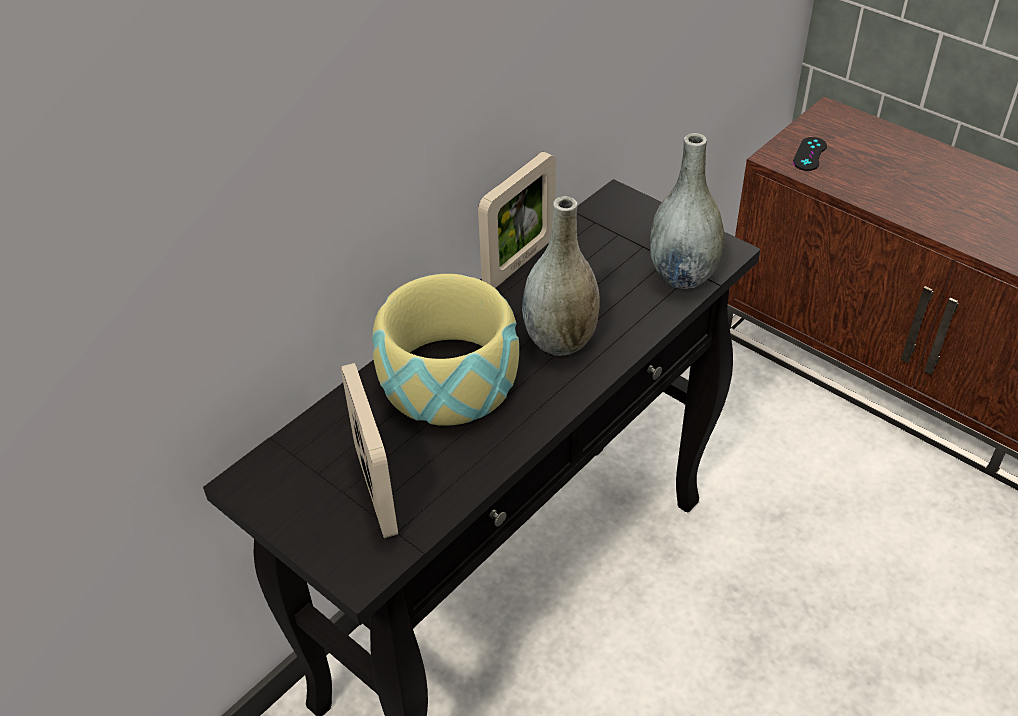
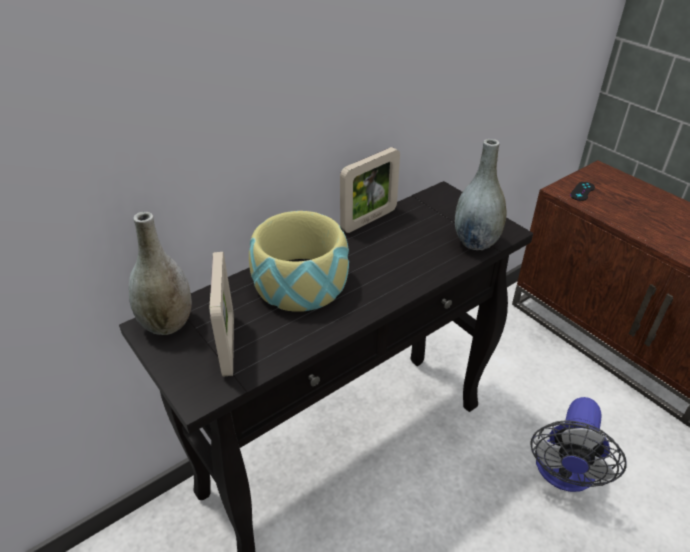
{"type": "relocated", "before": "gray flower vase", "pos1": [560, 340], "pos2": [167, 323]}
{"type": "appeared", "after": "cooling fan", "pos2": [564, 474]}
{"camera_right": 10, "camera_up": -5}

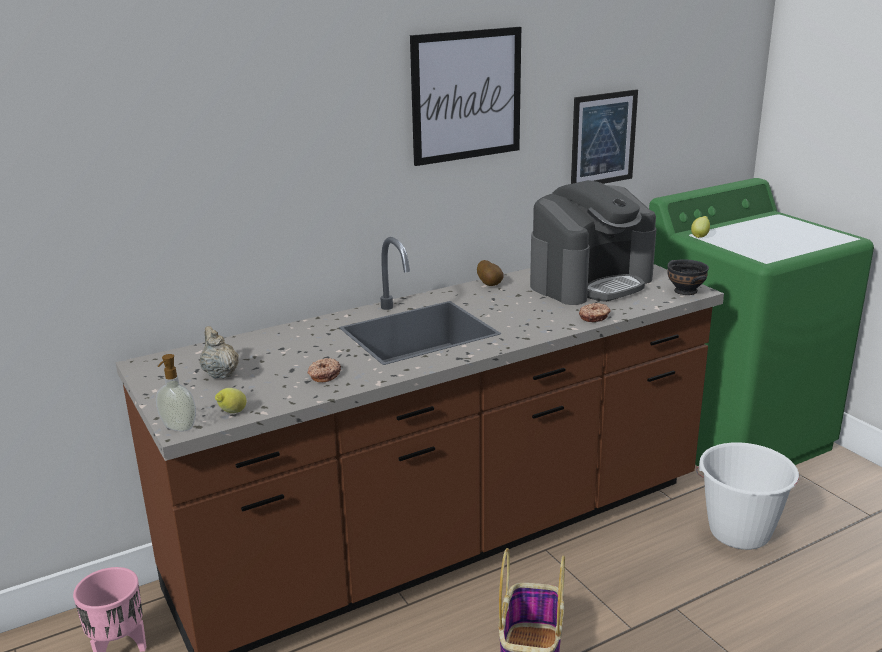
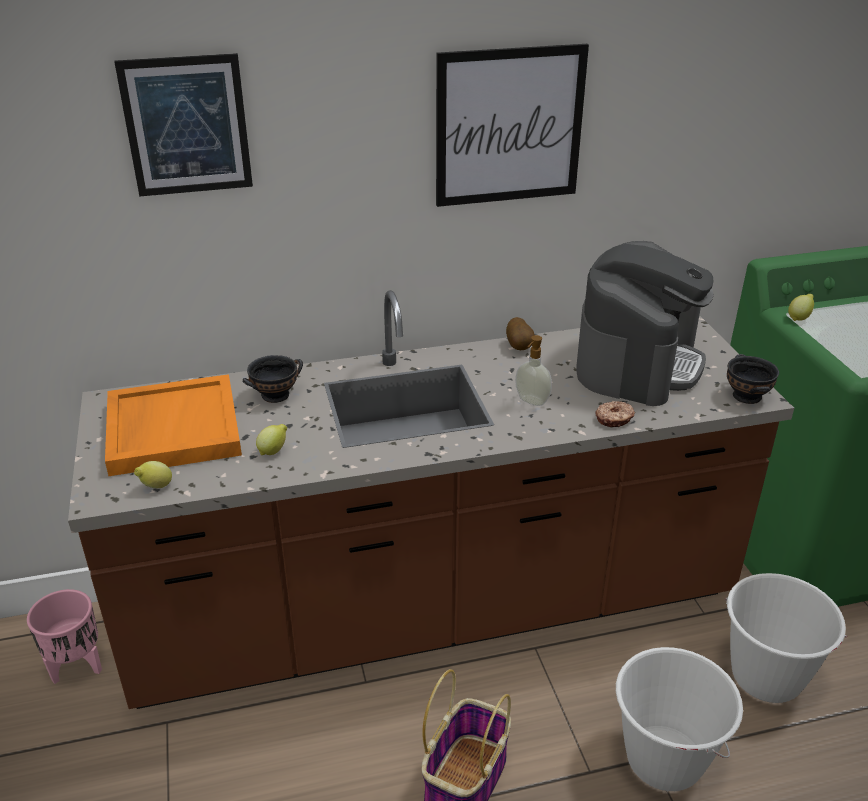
{"type": "relocated", "before": "wall art", "pos1": [603, 139], "pos2": [187, 126]}
{"type": "spun", "before": "coffee maker", "pos1": [590, 282], "pos2": [638, 362], "turn": -45}
{"type": "exchanged", "before": "beige-coloured pot for tea", "after": "orangey tray", "pos1": [220, 374], "pos2": [172, 428]}
{"type": "relocated", "before": "liquid soap bottle", "pos1": [178, 428], "pos2": [531, 401]}
{"type": "exchanged", "before": "ring doughnut", "after": "whole lemon", "pos1": [324, 375], "pos2": [273, 451]}
{"type": "appeared", "after": "black-coloured bowl", "pos2": [276, 395]}
{"type": "appeared", "after": "white pail", "pos2": [663, 759]}
{"camera_right": 15, "camera_up": 10}

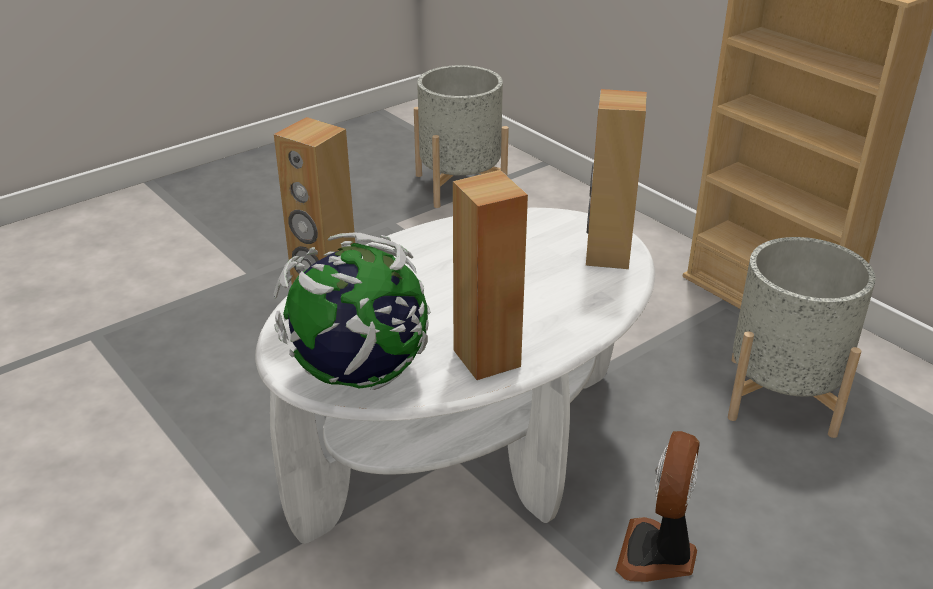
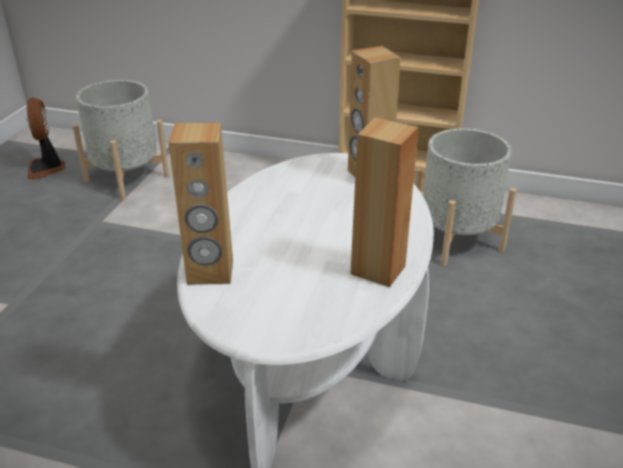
{"type": "missing", "before": "world globe", "pos1": [359, 374]}
{"type": "relocated", "before": "cooling fan", "pos1": [658, 554], "pos2": [46, 168]}
{"camera_right": -35, "camera_up": 0}

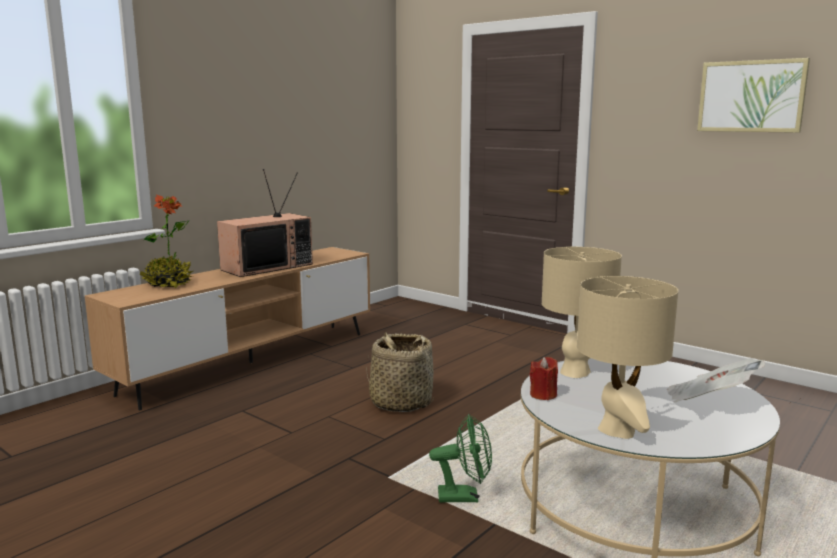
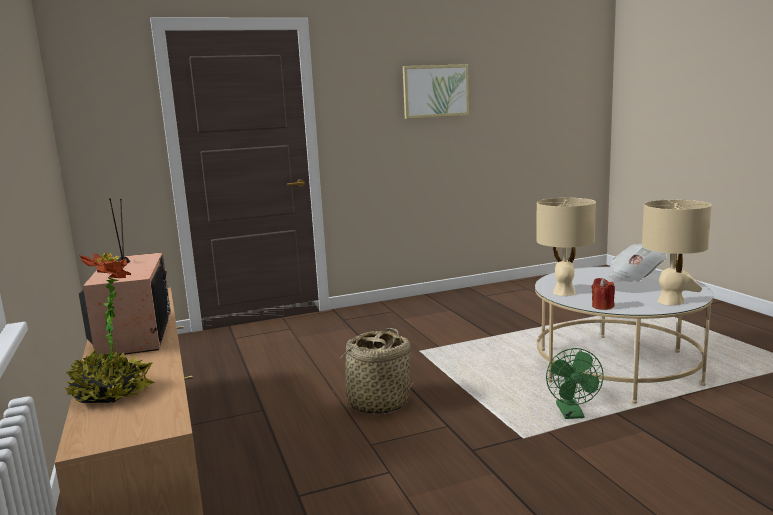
{"type": "spun", "before": "green-coloured cooling fan", "pos1": [465, 496], "pos2": [572, 414], "turn": 150}
{"camera_right": -60, "camera_up": 0}

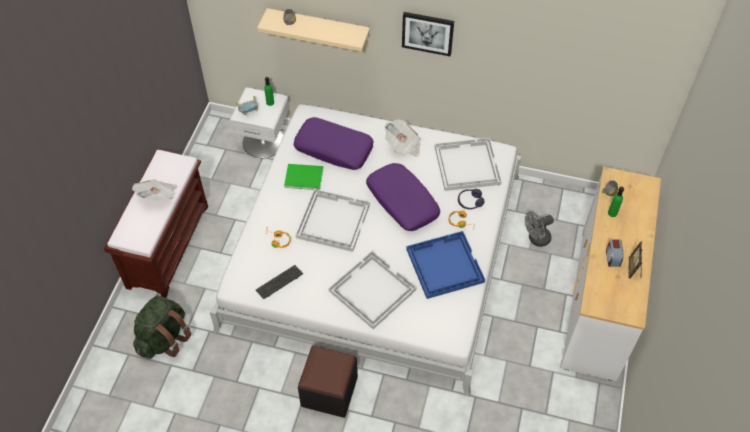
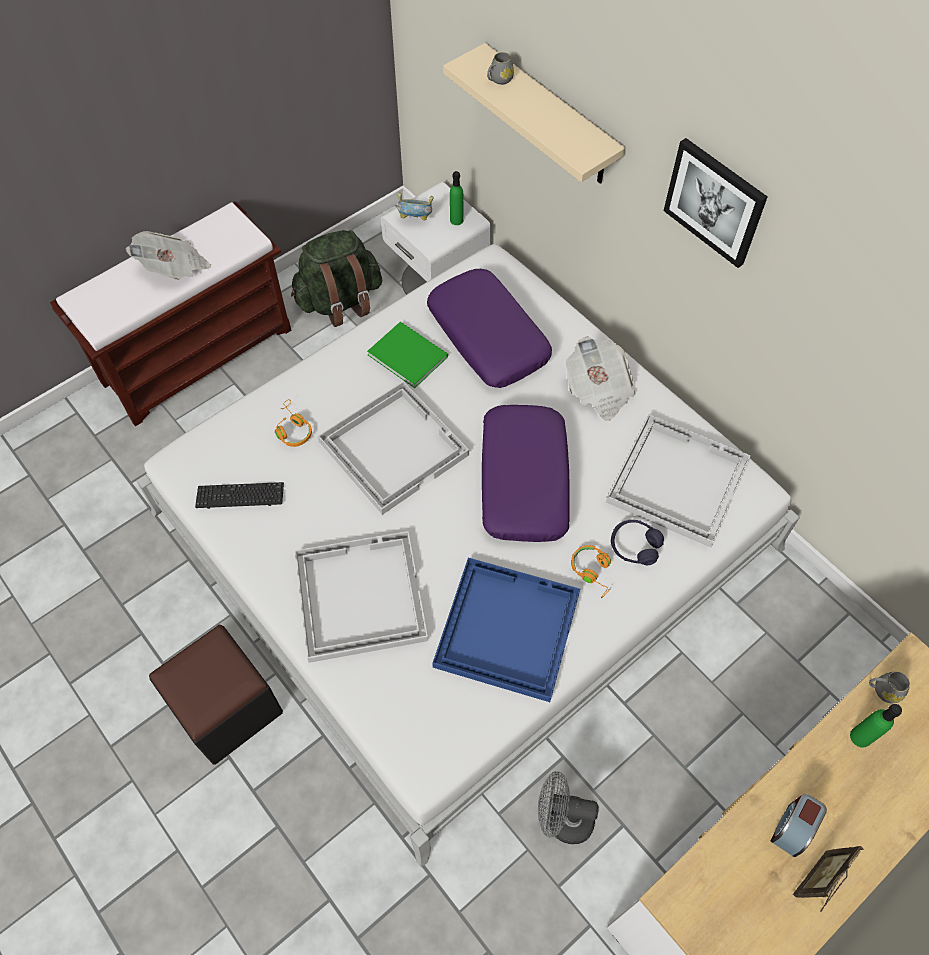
{"type": "relocated", "before": "gray cooling fan", "pos1": [536, 239], "pos2": [562, 819]}
{"type": "relocated", "before": "green-coloured rucksack", "pos1": [164, 339], "pos2": [340, 302]}
{"camera_right": 35, "camera_up": 5}

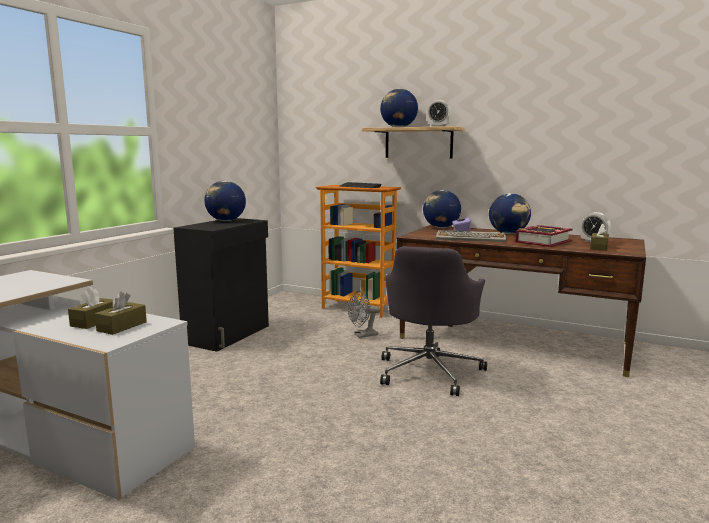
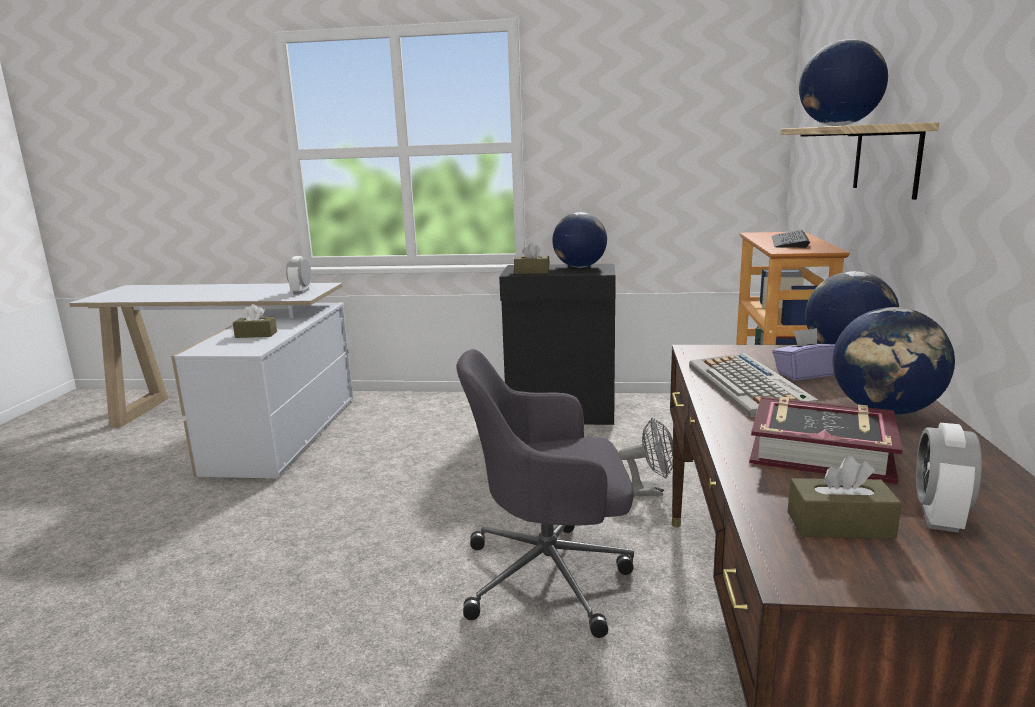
{"type": "relocated", "before": "bedside clock", "pos1": [438, 127], "pos2": [301, 291]}
{"type": "relocated", "before": "brown-coloured tissue holder", "pos1": [122, 326], "pos2": [532, 272]}
{"type": "spun", "before": "gray cooling fan", "pos1": [362, 335], "pos2": [649, 491], "turn": 135}
{"camera_right": 70, "camera_up": 5}

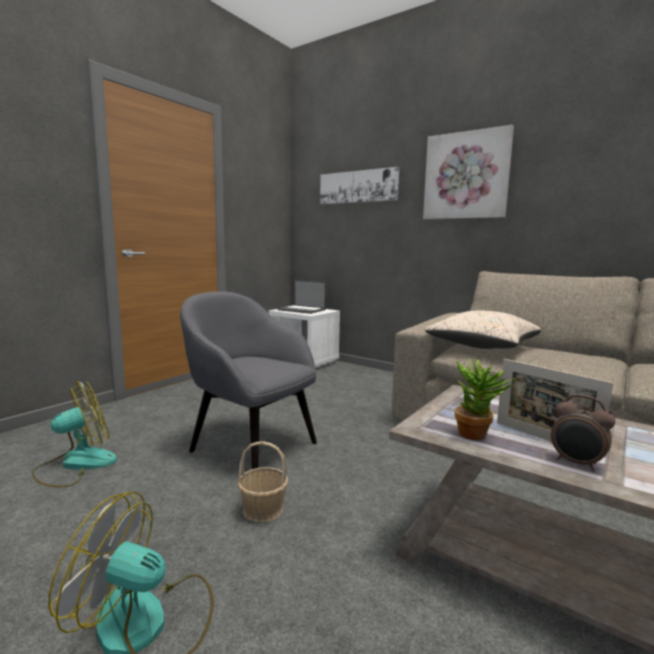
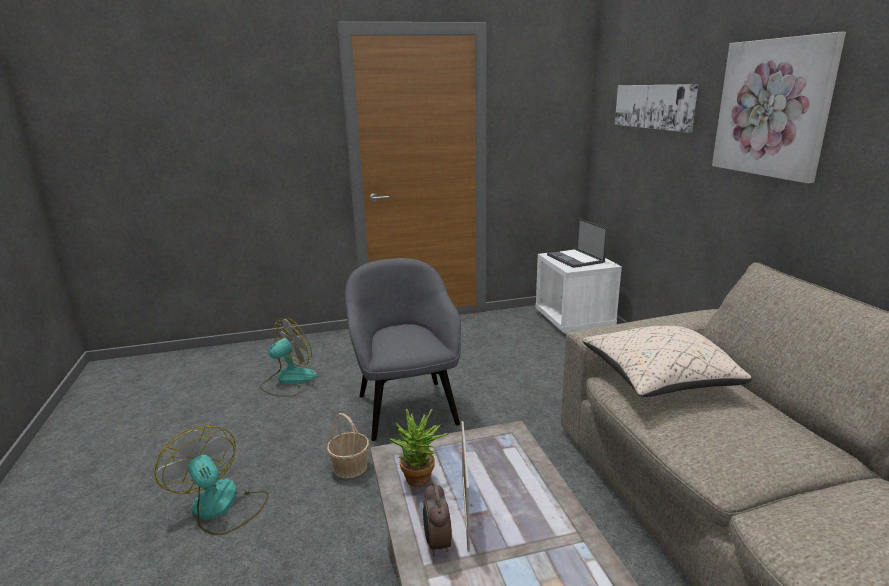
{"type": "spun", "before": "cooling fan", "pos1": [76, 464], "pos2": [288, 380], "turn": -45}
{"camera_right": 40, "camera_up": 10}

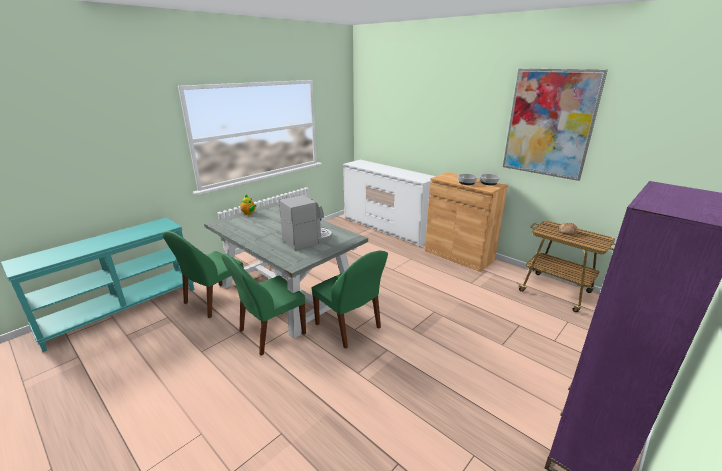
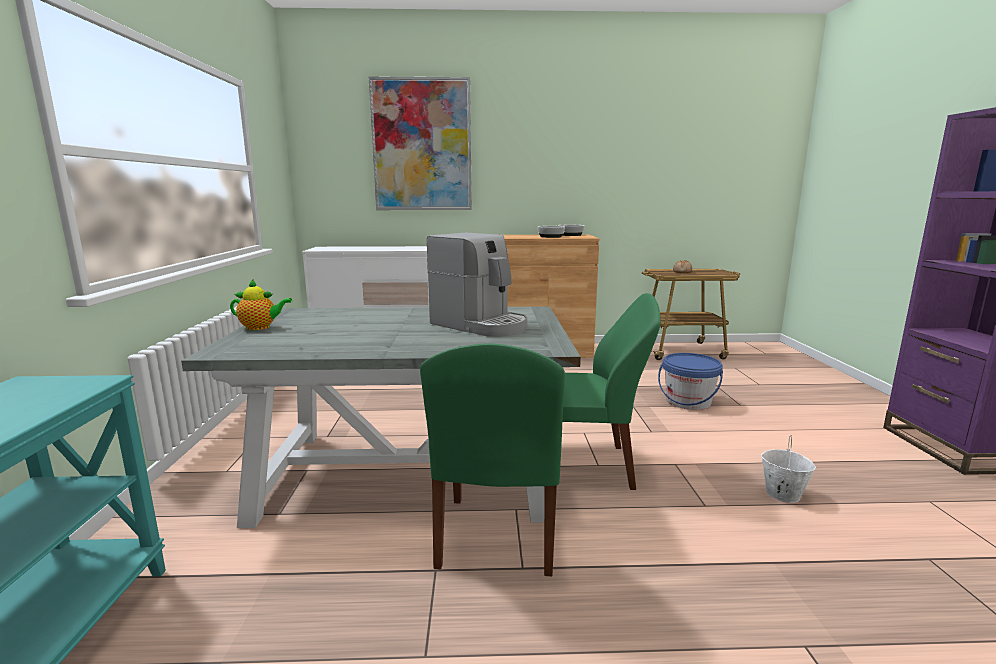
{"type": "relocated", "before": "wall art", "pos1": [549, 123], "pos2": [422, 145]}
{"type": "spun", "before": "coffee maker", "pos1": [308, 240], "pos2": [480, 325], "turn": 120}
{"type": "missing", "before": "green-coloured upright chair", "pos1": [214, 301]}
{"type": "appeared", "after": "blue-coloured pail", "pos2": [688, 401]}
{"type": "appeared", "after": "white pail", "pos2": [782, 494]}
{"camera_right": -45, "camera_up": -10}

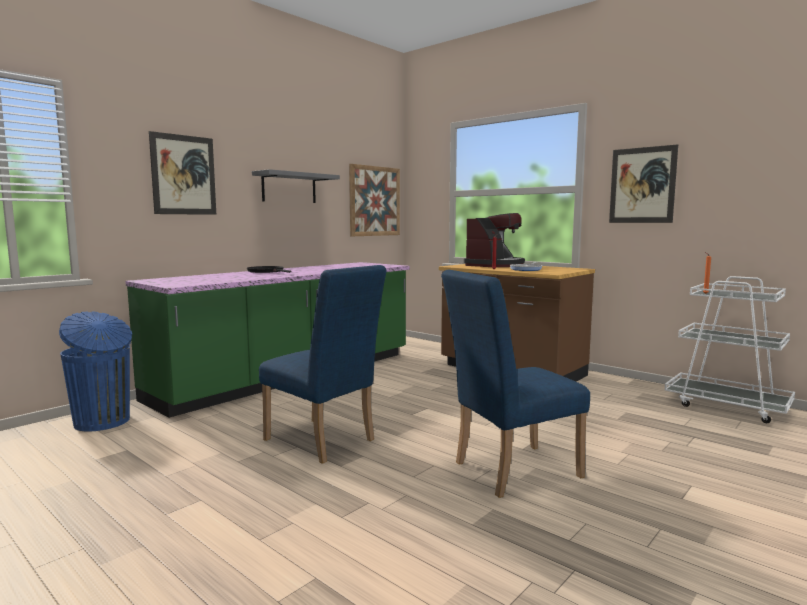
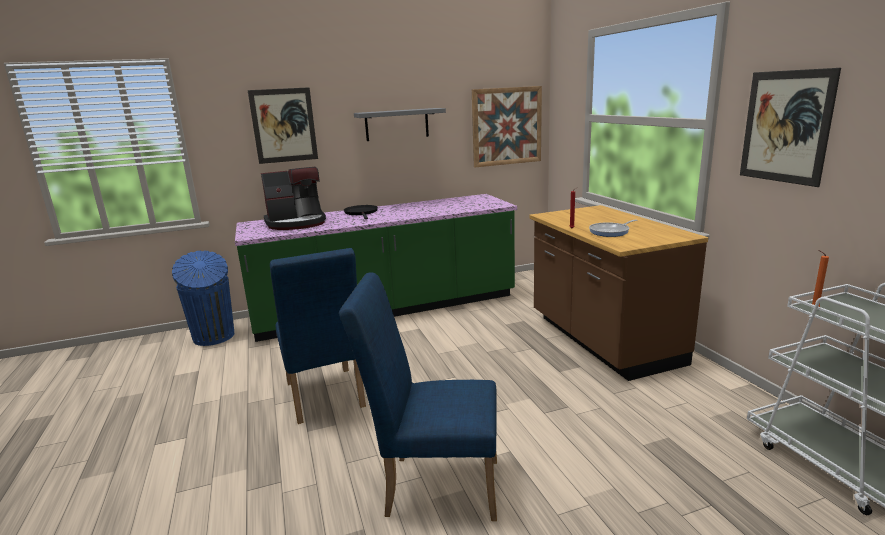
{"type": "relocated", "before": "coffee maker", "pos1": [495, 265], "pos2": [297, 223]}
{"camera_right": 30, "camera_up": 10}

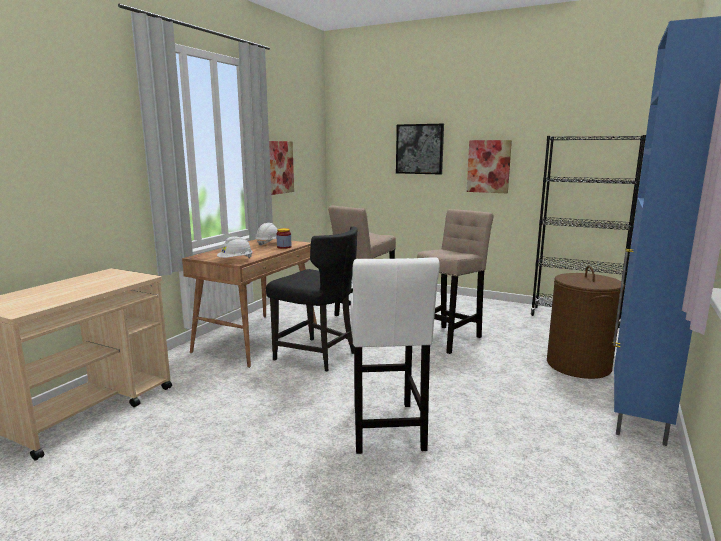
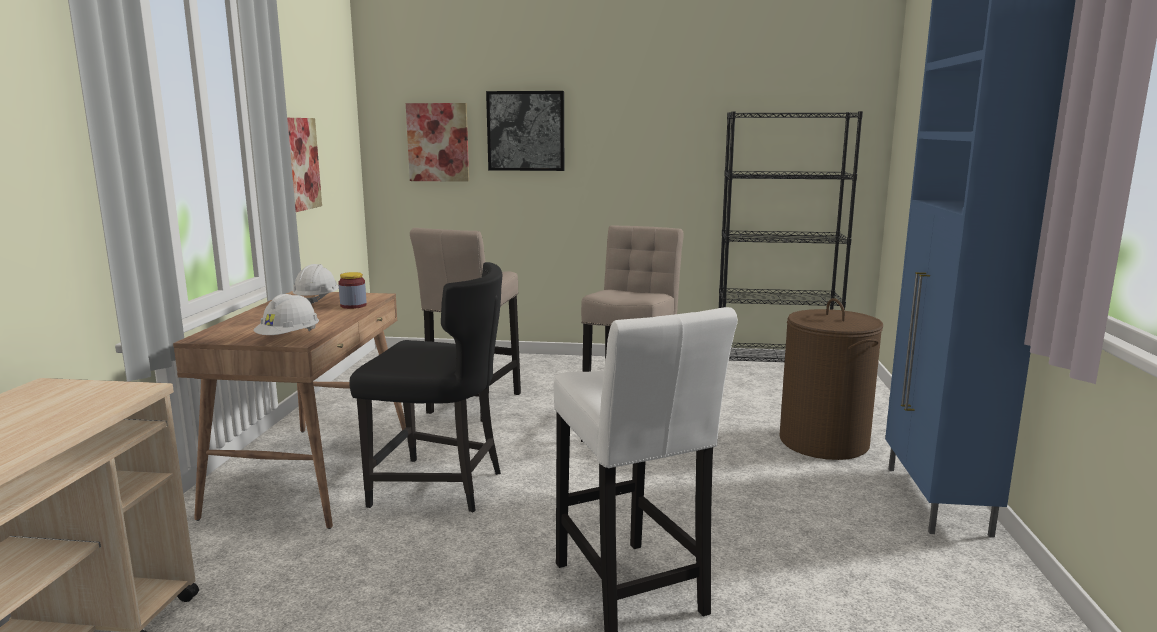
{"type": "relocated", "before": "wall art", "pos1": [488, 166], "pos2": [438, 142]}
{"camera_right": -20, "camera_up": 0}

